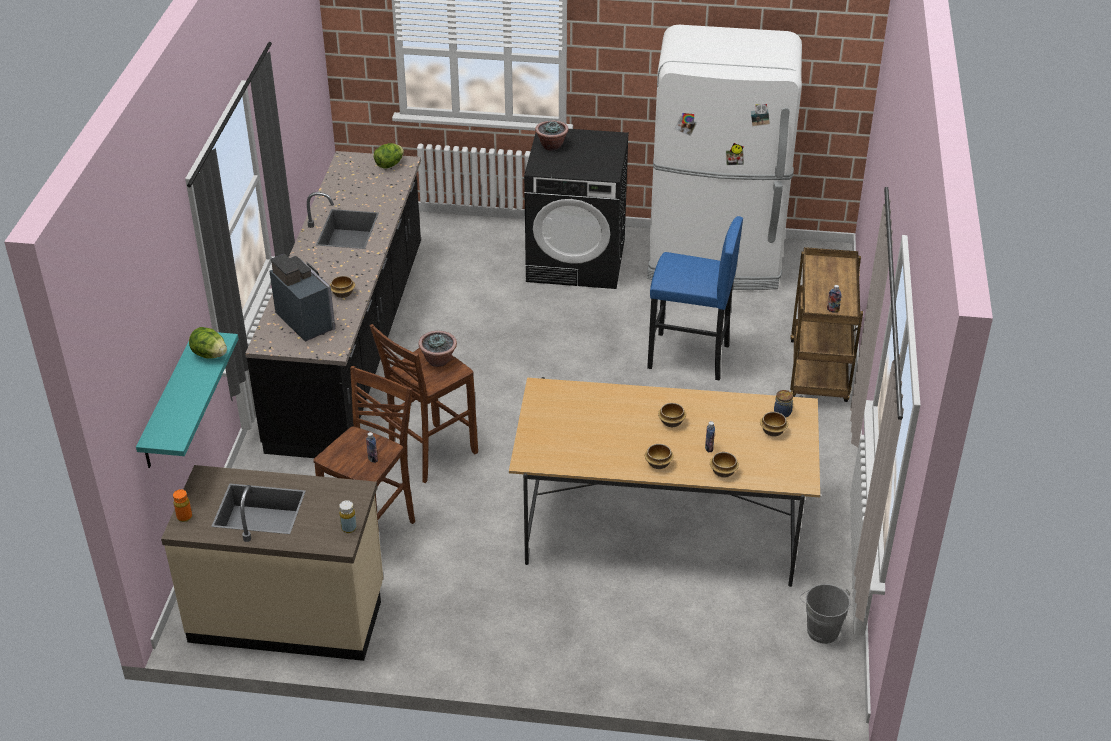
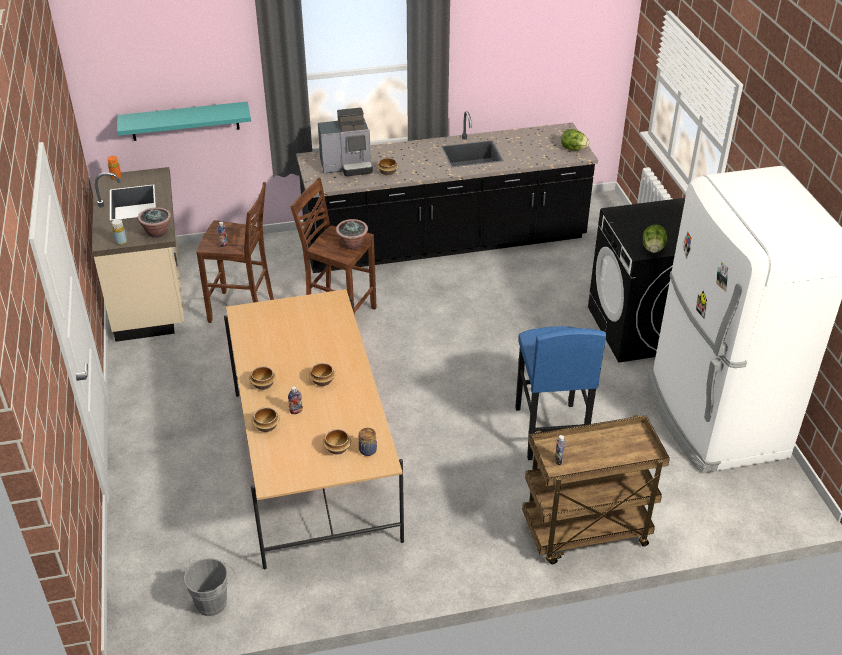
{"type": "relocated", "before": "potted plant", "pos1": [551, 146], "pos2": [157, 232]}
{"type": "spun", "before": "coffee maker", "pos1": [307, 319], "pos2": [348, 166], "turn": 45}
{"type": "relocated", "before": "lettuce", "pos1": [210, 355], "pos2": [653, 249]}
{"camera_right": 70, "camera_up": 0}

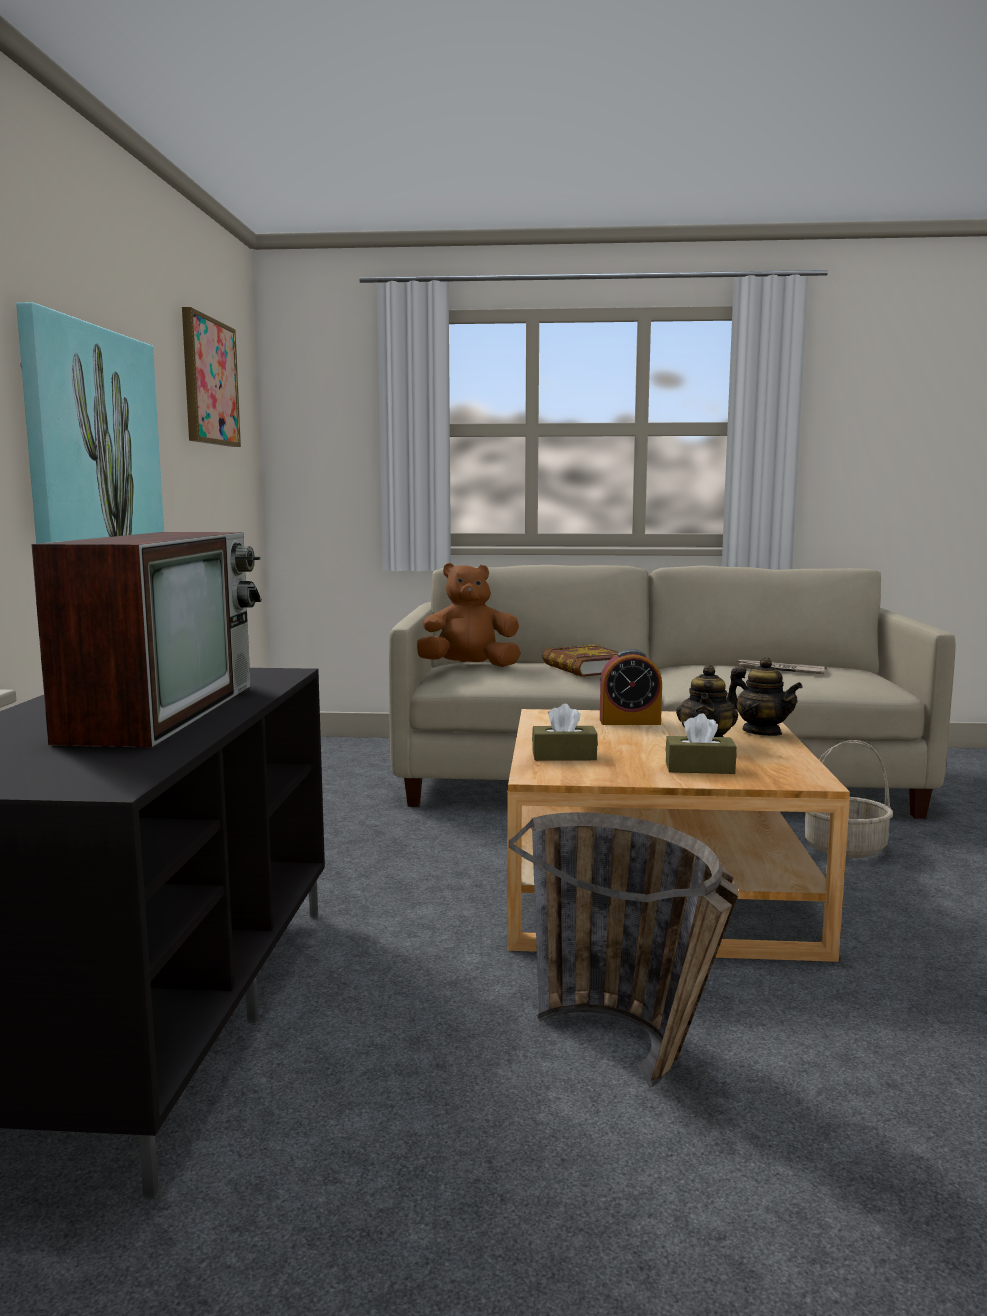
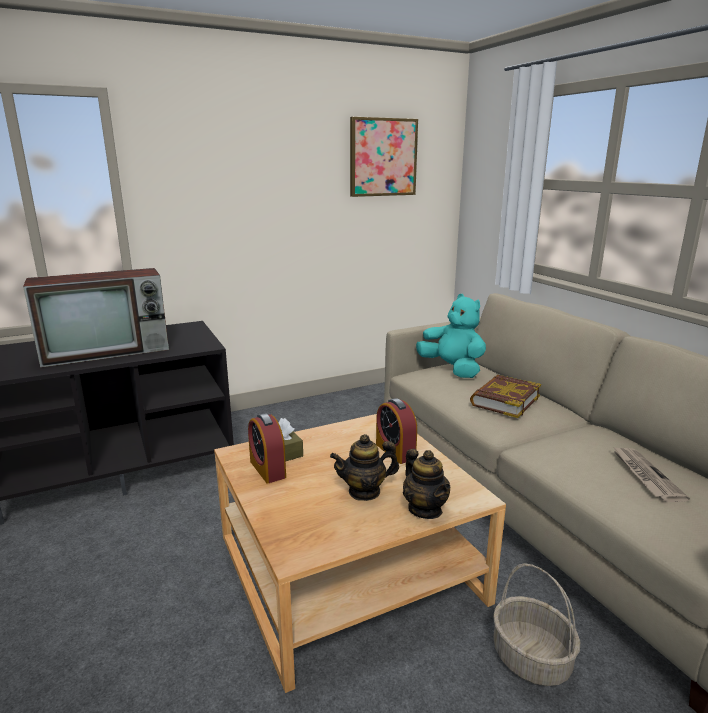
{"type": "missing", "before": "wall art", "pos1": [93, 452]}
{"type": "colour", "before": "brown-coloured cuddly toy", "after": "turquoise-coloured cuddly toy", "pos1": [468, 667], "pos2": [452, 369]}
{"type": "spun", "before": "pot for tea", "pos1": [762, 732], "pos2": [425, 509], "turn": -45}
{"type": "missing", "before": "brown-coloured tissue holder", "pos1": [699, 768]}
{"type": "missing", "before": "storage basket", "pos1": [634, 1058]}
{"type": "appeared", "after": "bedside clock", "pos2": [267, 469]}
{"camera_right": 60, "camera_up": 10}

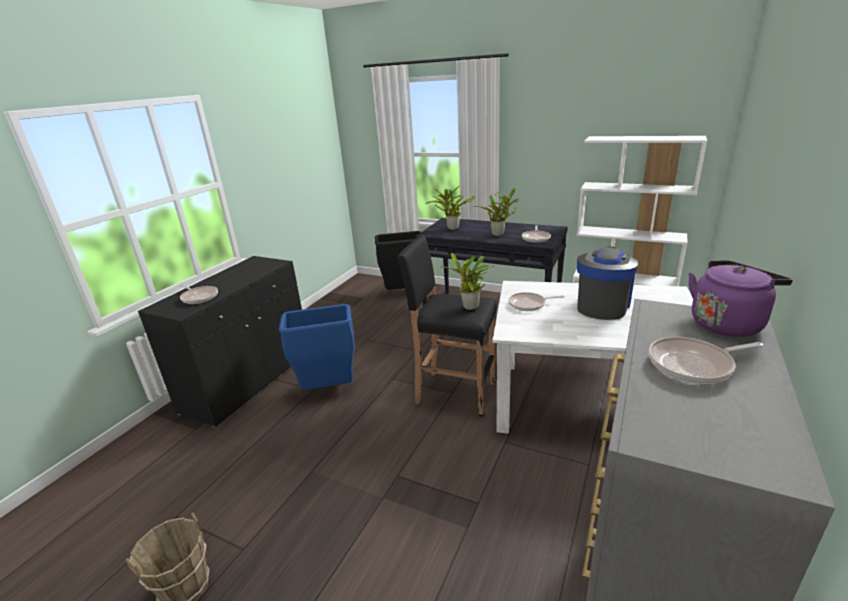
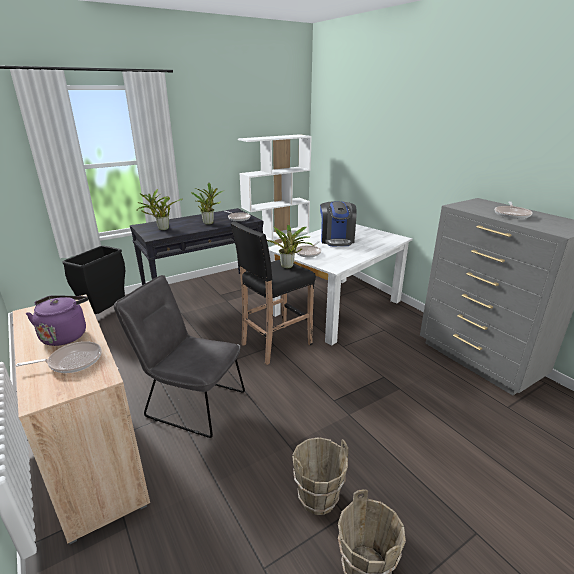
{"type": "spun", "before": "coffee maker", "pos1": [602, 305], "pos2": [337, 240], "turn": -150}
{"type": "colour", "before": "black-coloured cabinet", "after": "beige-coloured cabinet", "pos1": [249, 381], "pos2": [94, 456]}
{"type": "relocated", "before": "purple tea kettle", "pos1": [727, 323], "pos2": [65, 335]}
{"type": "exchanged", "before": "blue-coloured trash can", "after": "gray upright chair", "pos1": [329, 389], "pos2": [190, 402]}
{"type": "appeared", "after": "brown-coloured pail", "pos2": [317, 497]}
{"camera_right": -60, "camera_up": 0}

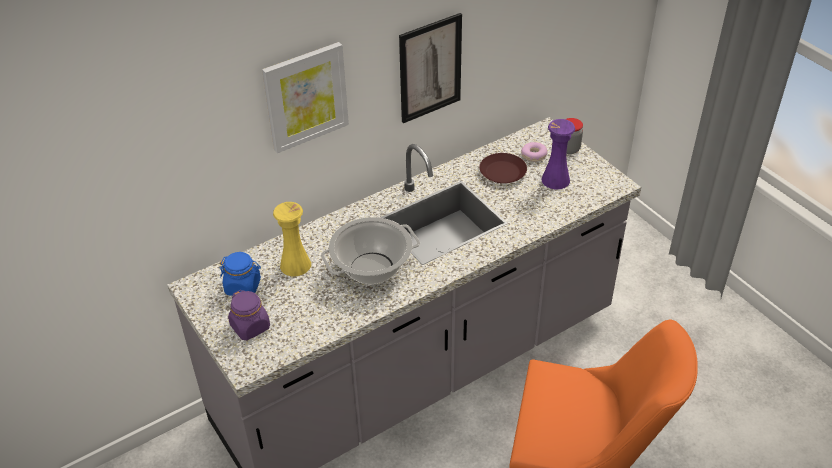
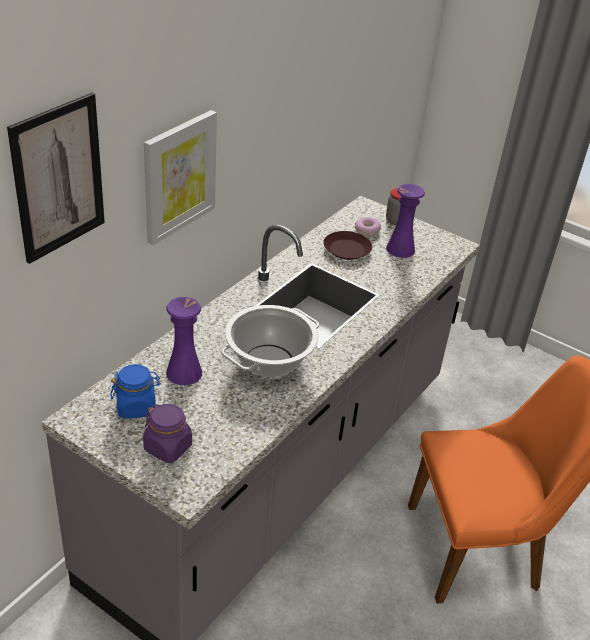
{"type": "relocated", "before": "wall art", "pos1": [430, 68], "pos2": [58, 178]}
{"type": "colour", "before": "yellow flower vase", "after": "purple flower vase", "pos1": [295, 265], "pos2": [184, 373]}
{"camera_right": -25, "camera_up": -5}

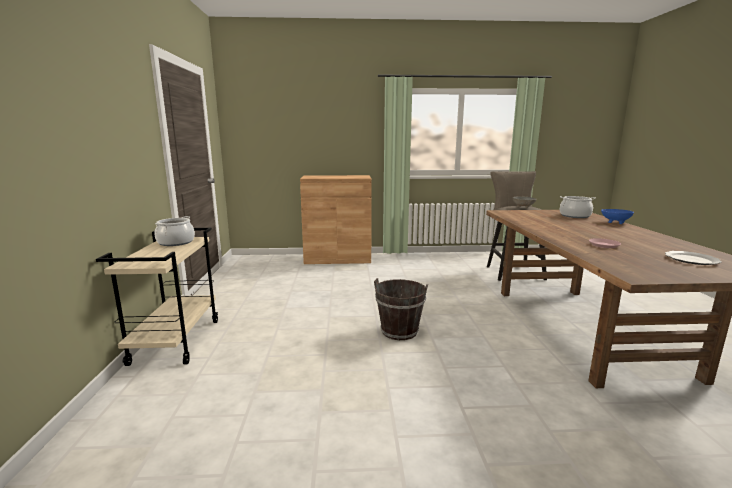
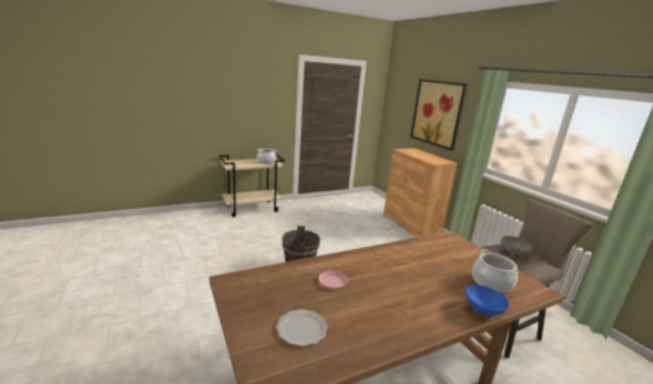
{"type": "appeared", "after": "wall art", "pos2": [437, 113]}
{"camera_right": 65, "camera_up": 5}

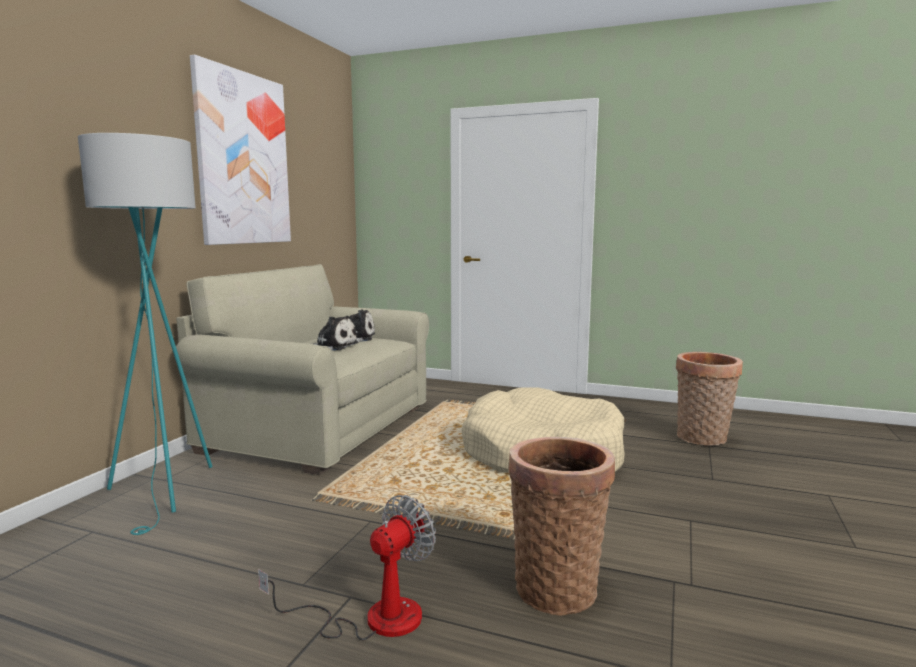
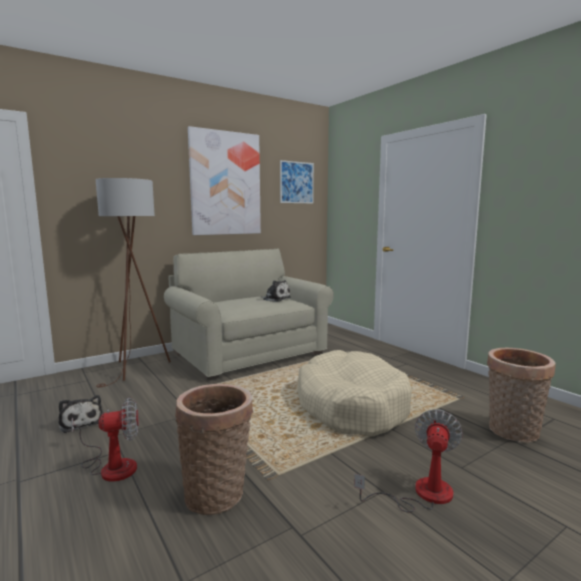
{"type": "colour", "before": "turquoise-coloured standing lamp", "after": "brown-coloured standing lamp", "pos1": [168, 492], "pos2": [137, 370]}
{"type": "relocated", "before": "cuddly toy", "pos1": [333, 346], "pos2": [80, 422]}
{"type": "appeared", "after": "wall art", "pos2": [296, 182]}
{"type": "appeared", "after": "cooling fan", "pos2": [421, 494]}
{"camera_right": 35, "camera_up": 0}

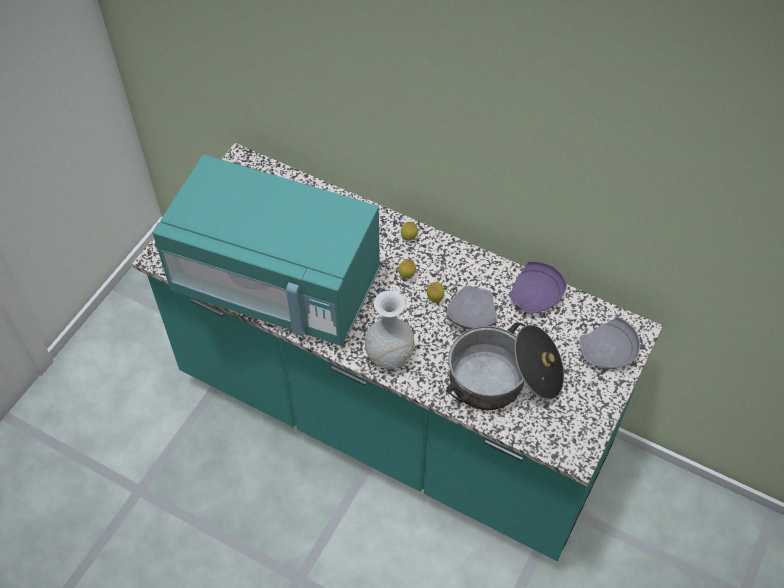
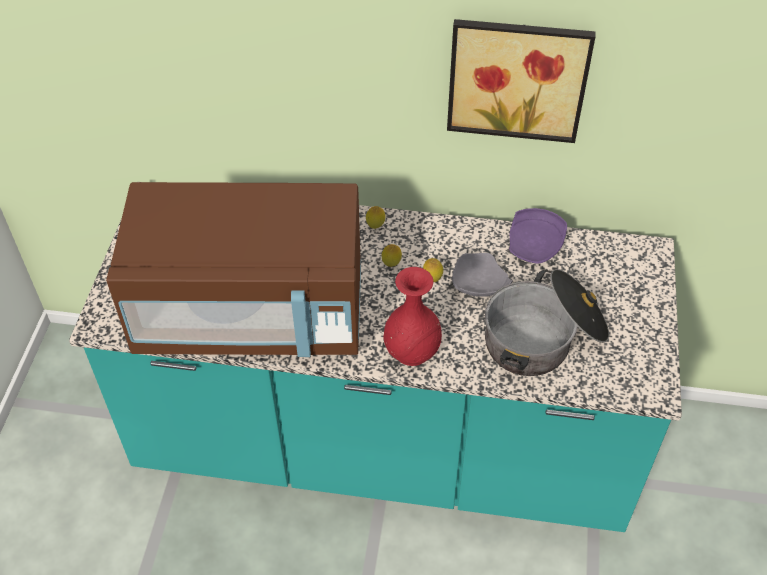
{"type": "colour", "before": "turquoise-coloured microwave oven", "after": "brown-coloured microwave oven", "pos1": [277, 285], "pos2": [252, 314]}
{"type": "colour", "before": "white flower vase", "after": "reddish flower vase", "pos1": [390, 357], "pos2": [412, 352]}
{"type": "missing", "before": "gray dinner plate", "pos1": [608, 352]}
{"type": "appeared", "after": "wall art", "pos2": [517, 77]}
{"camera_right": -20, "camera_up": -5}

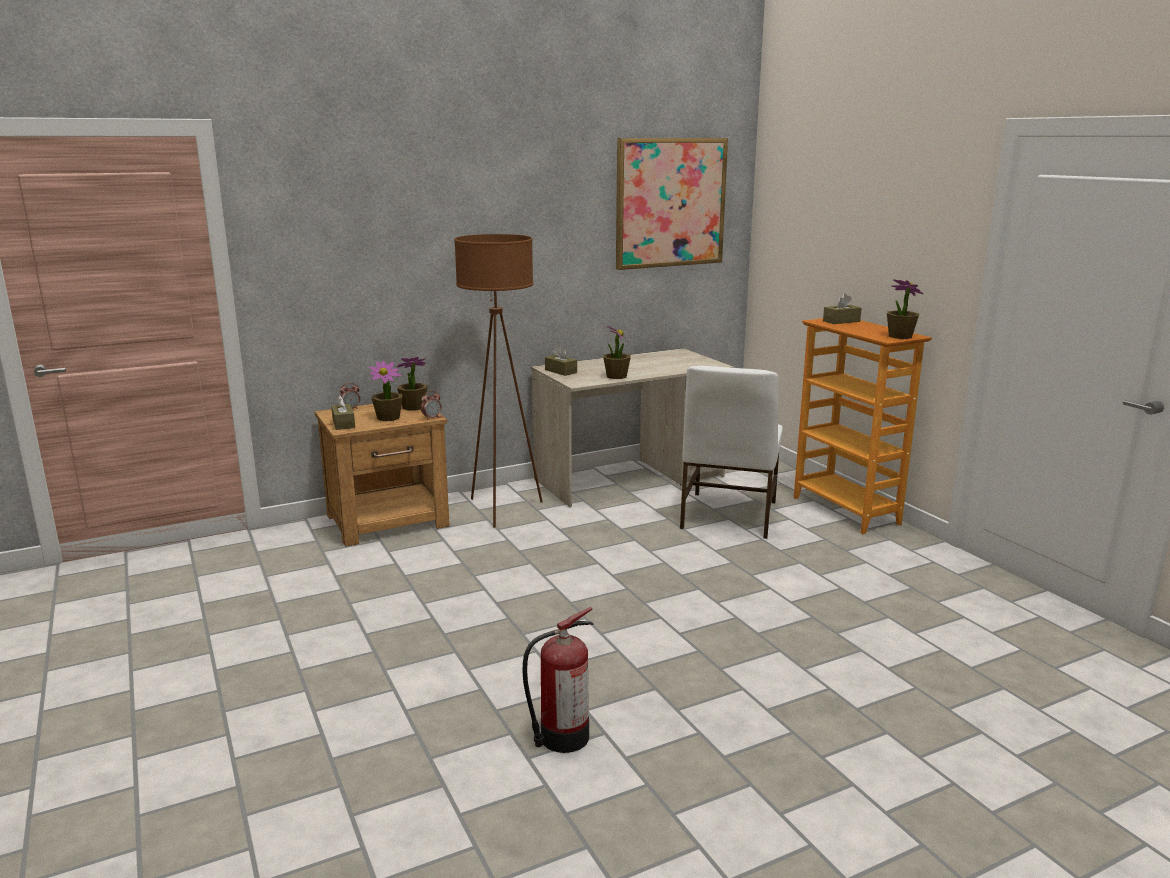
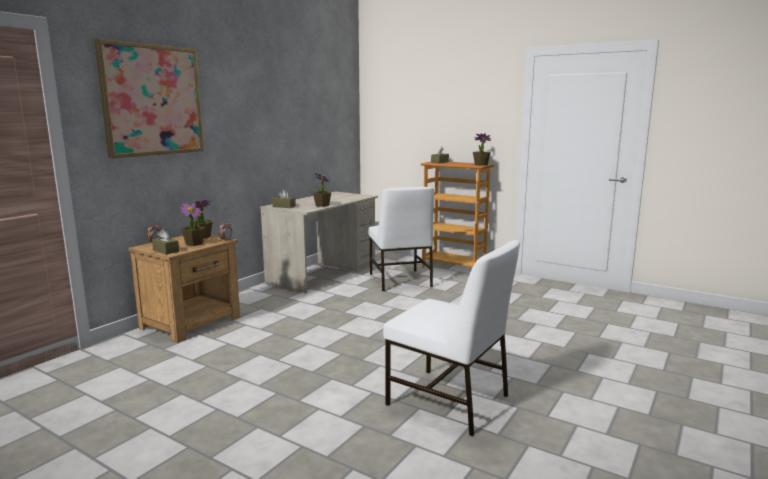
{"type": "relocated", "before": "wall art", "pos1": [670, 203], "pos2": [153, 100]}
{"type": "missing", "before": "brown-coloured standing lamp", "pos1": [502, 509]}
{"type": "exchanged", "before": "fire extinguisher", "after": "white upright chair", "pos1": [561, 738], "pos2": [449, 401]}
{"camera_right": -30, "camera_up": -5}

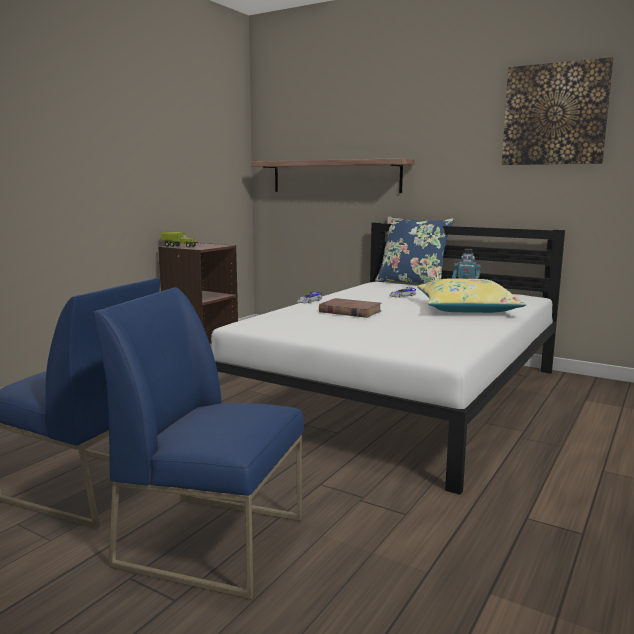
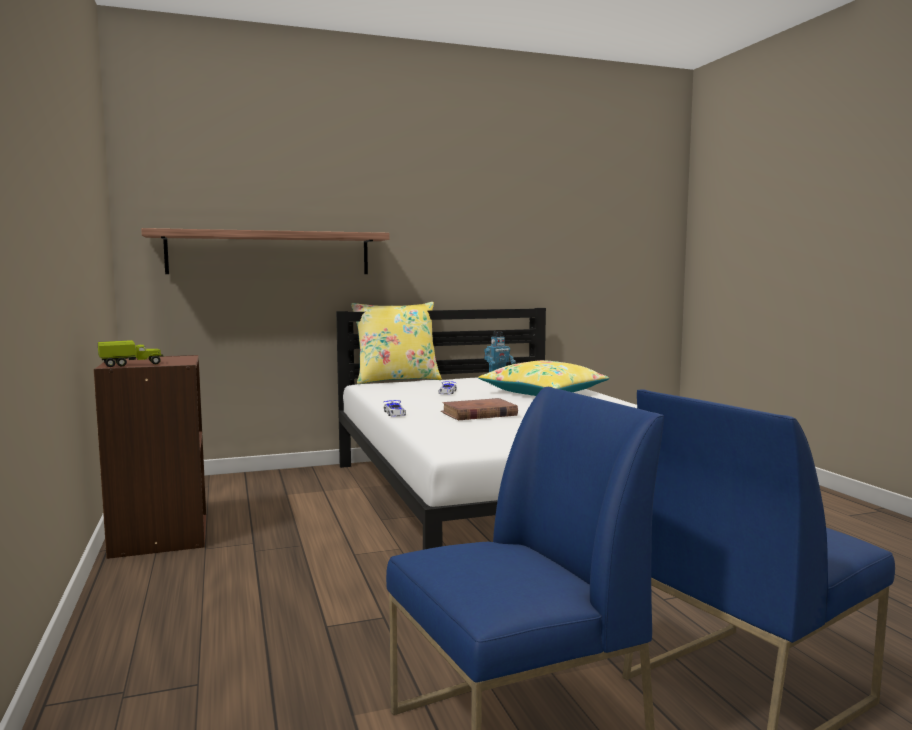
{"type": "missing", "before": "wall art", "pos1": [555, 114]}
{"type": "colour", "before": "blue-coloured throw pillow", "after": "yellow throw pillow", "pos1": [412, 283], "pos2": [396, 380]}
{"camera_right": -50, "camera_up": -5}

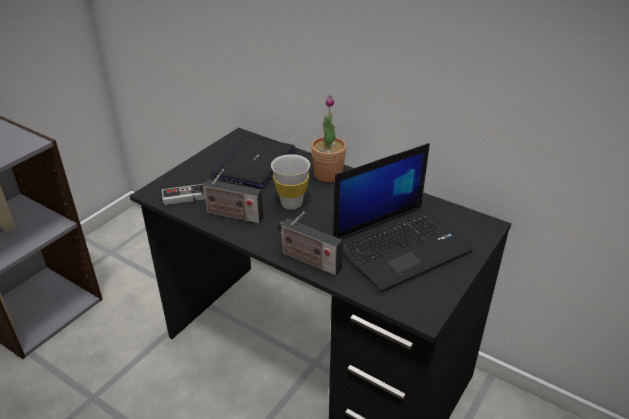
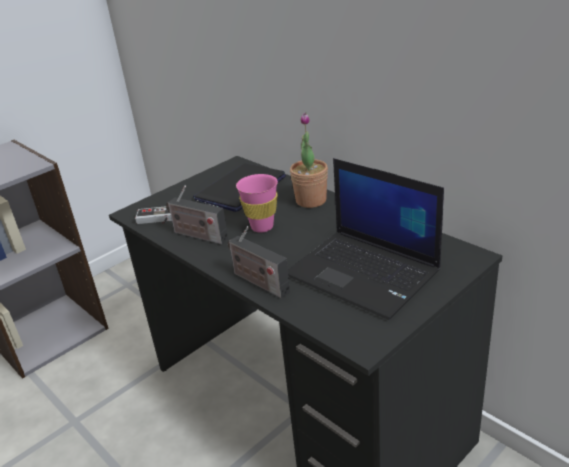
{"type": "spun", "before": "laptop", "pos1": [401, 246], "pos2": [364, 273], "turn": 60}
{"type": "colour", "before": "white small cup", "after": "pink-coloured small cup", "pos1": [291, 204], "pos2": [262, 227]}
{"camera_right": 15, "camera_up": -5}

